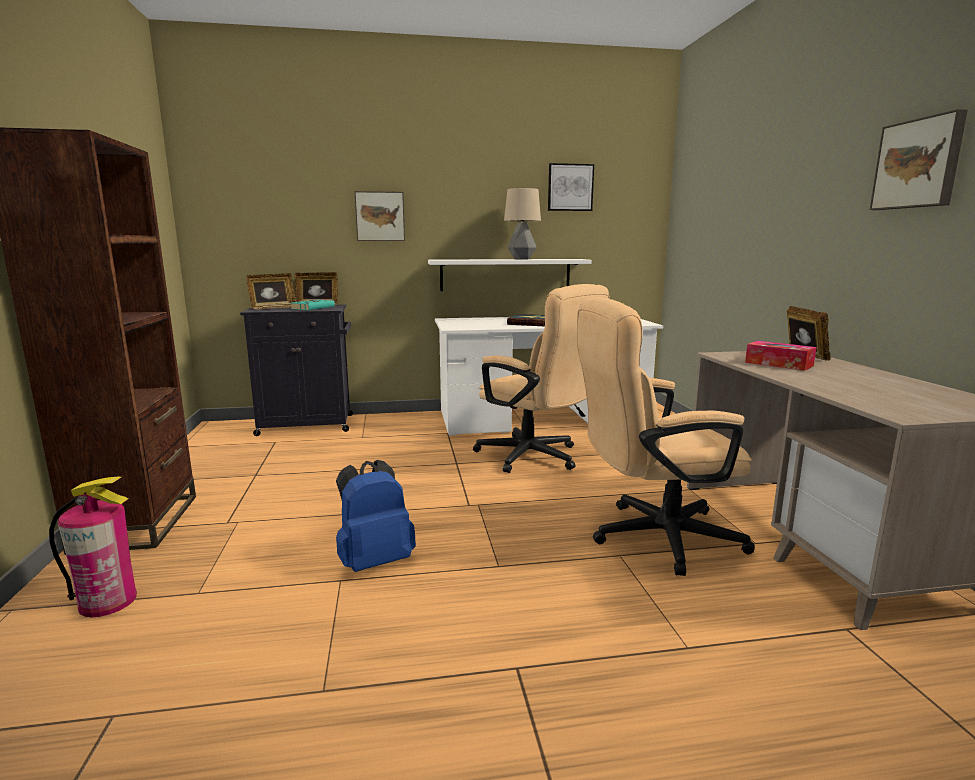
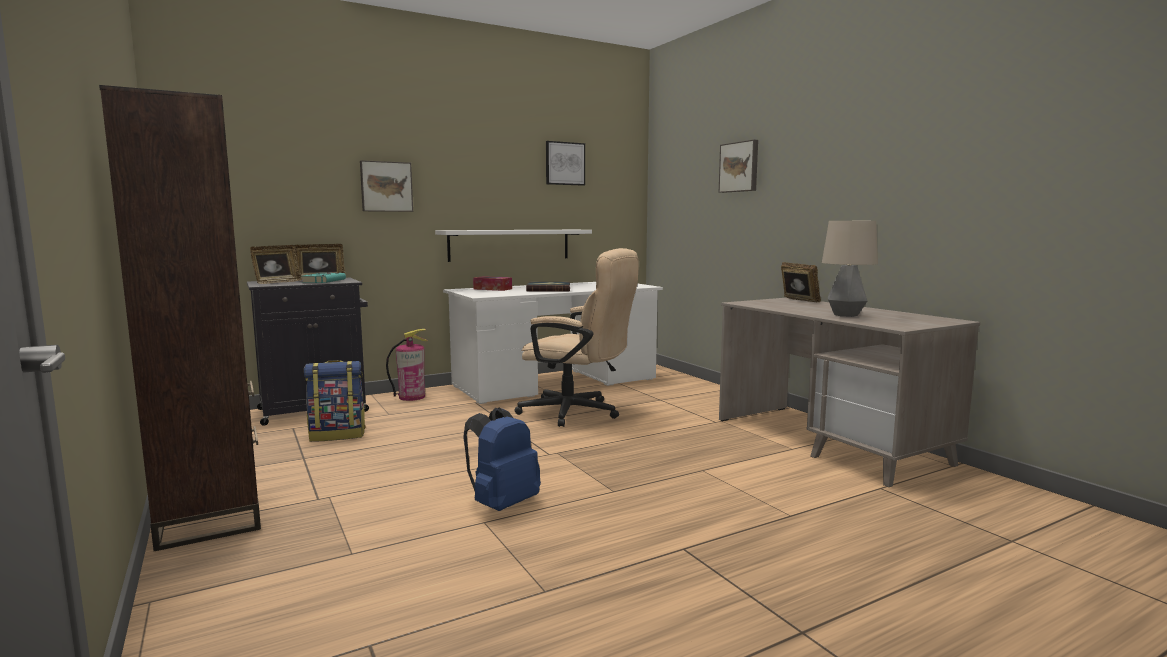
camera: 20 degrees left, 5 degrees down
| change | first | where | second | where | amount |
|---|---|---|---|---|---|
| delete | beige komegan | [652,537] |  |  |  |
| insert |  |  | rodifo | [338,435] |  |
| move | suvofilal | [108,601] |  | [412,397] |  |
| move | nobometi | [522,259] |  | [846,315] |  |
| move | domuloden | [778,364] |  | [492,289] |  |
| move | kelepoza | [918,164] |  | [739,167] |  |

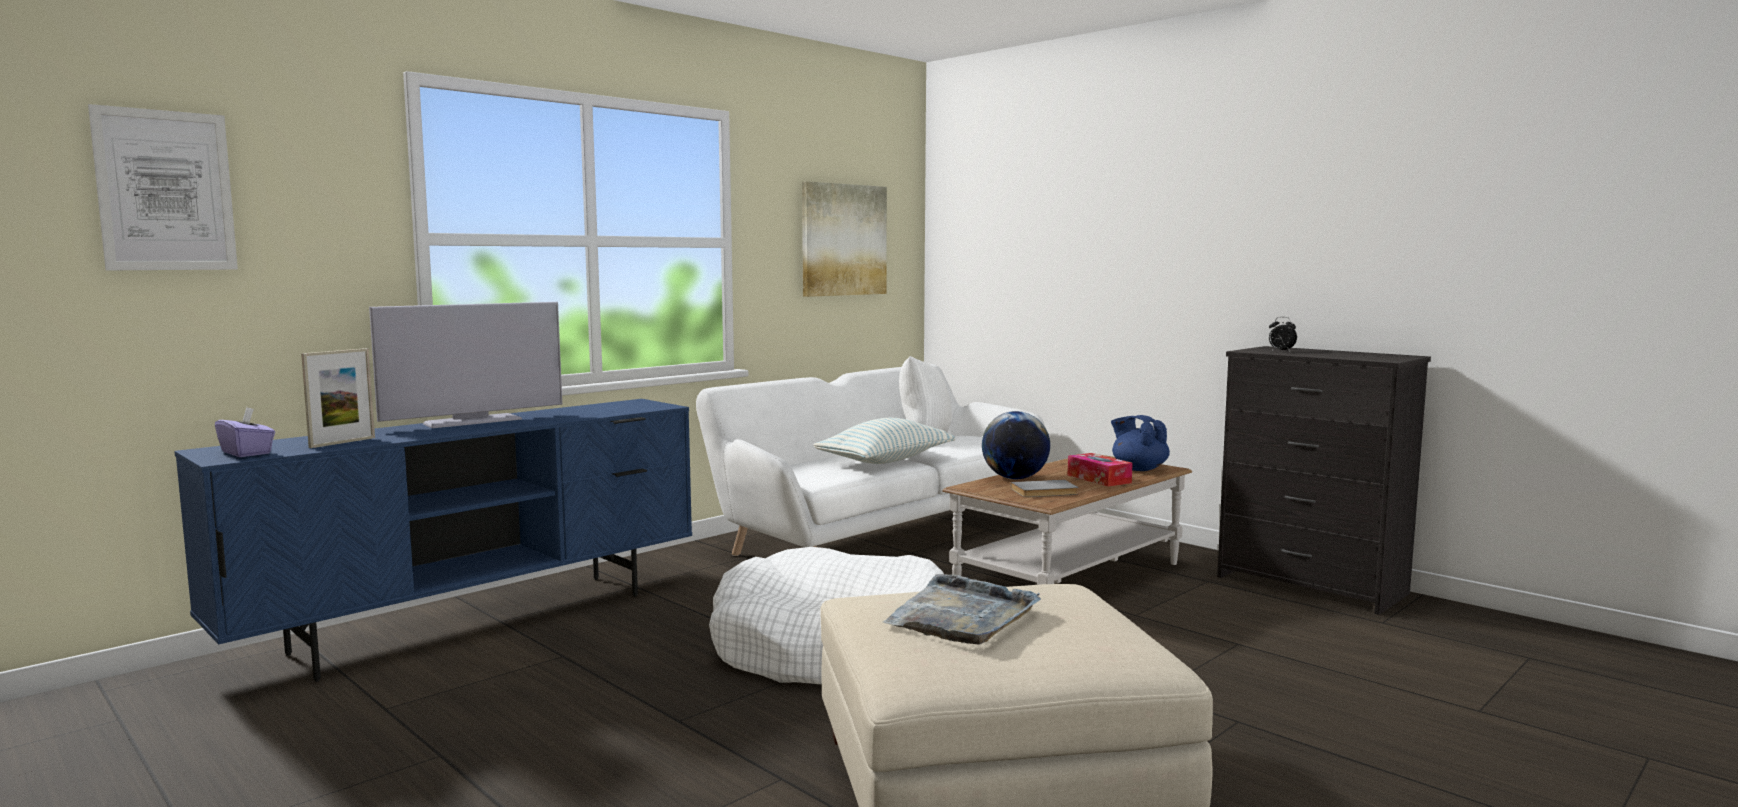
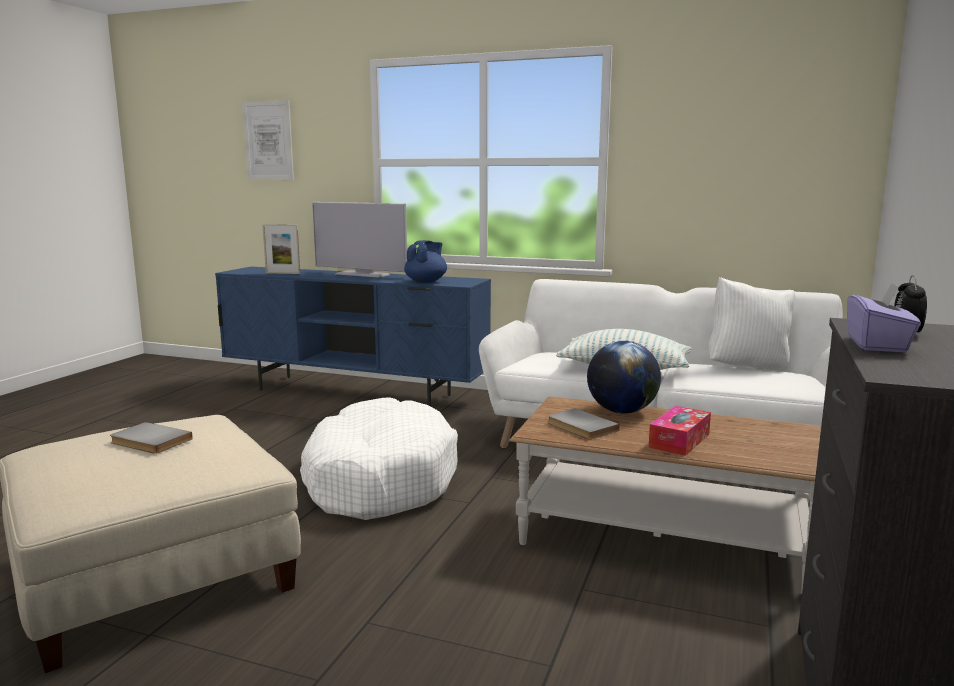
camera: 65 degrees right, 5 degrees up
| change | first | where | second | where | amount |
|---|---|---|---|---|---|
| delete | kelepoza | [843,240] |  |  |  |
| move | purple domuloden | [247,453] |  | [878,345] |  |
| move | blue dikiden | [1139,469] |  | [426,281] |  |
| replace | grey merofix | [962,616] | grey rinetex | [149,441] |  |

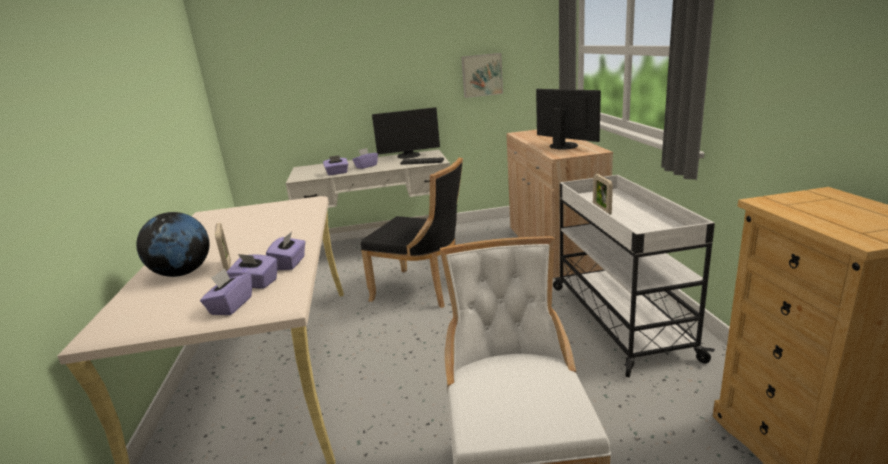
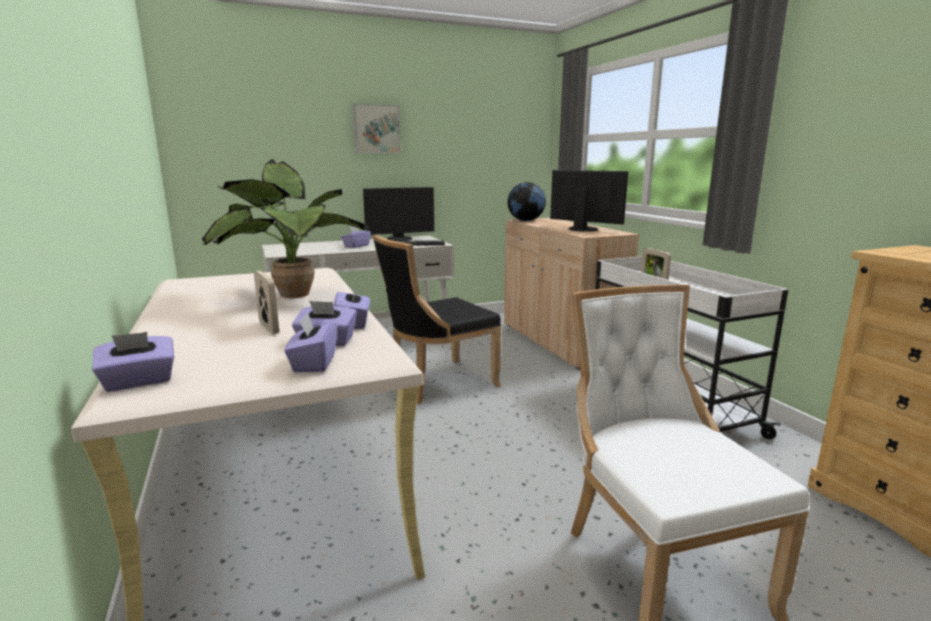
camera: 15 degrees left, 5 degrees down
| change | first | where | second | where | amount |
|---|---|---|---|---|---|
| insert |  |  | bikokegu | [291,296] |  |
| move | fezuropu | [182,273] |  | [525,221] |  |
| move | purple domuloden | [337,173] |  | [139,382] |  |
| move | kelepoza | [481,75] |  | [376,129] |  |
| rotate | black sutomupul | [423,290] |  | [437,383] | 135 degrees clockwise |

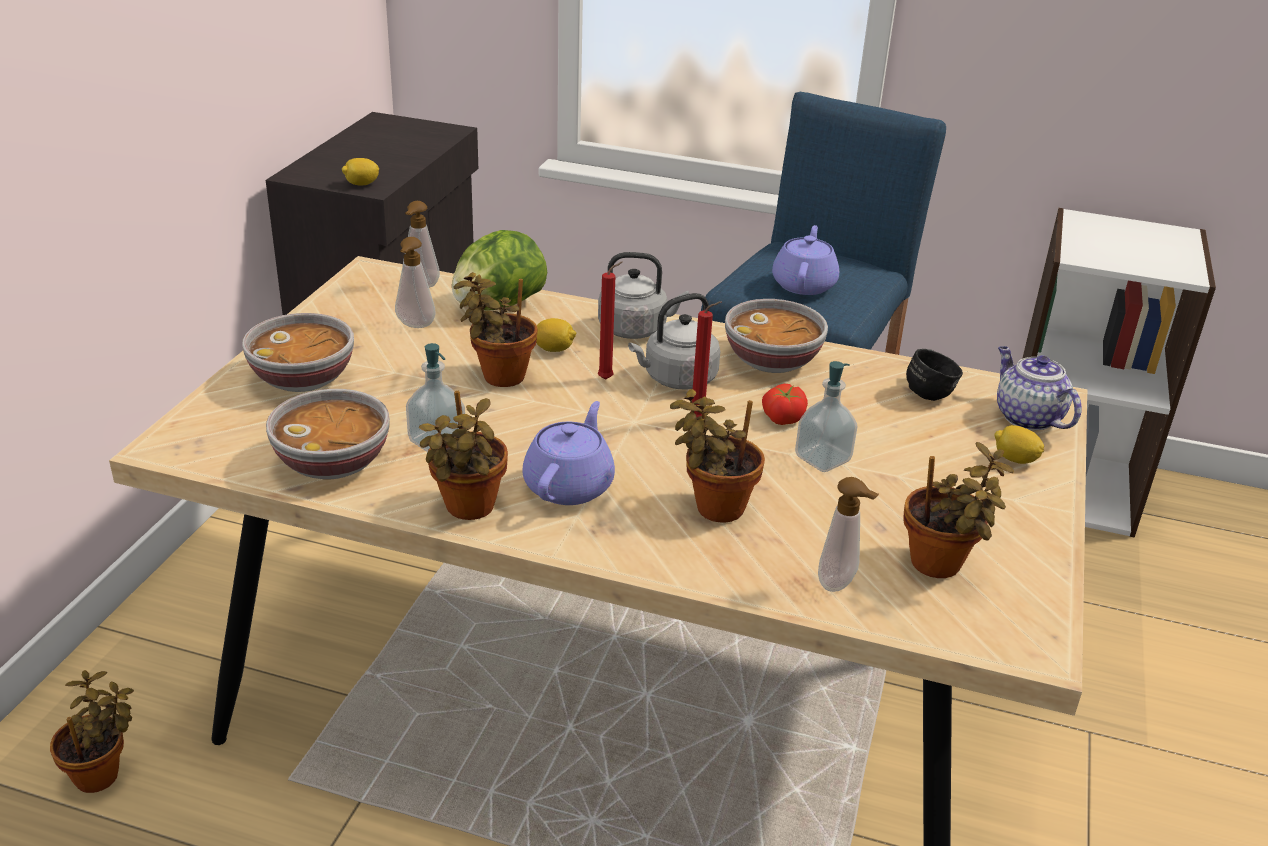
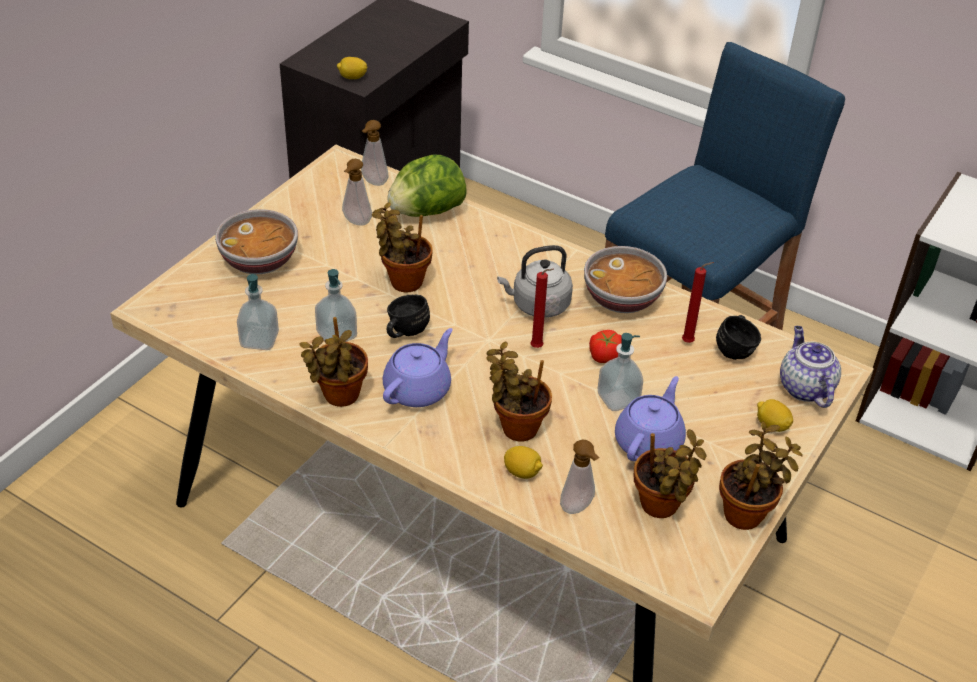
camera: 15 degrees right, 10 degrees up
| change | first | where | second | where | amount |
|---|---|---|---|---|---|
| delete | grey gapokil | [636,329] |  |  |  |
| insert |  |  | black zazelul | [404,331] |  |
| move | bikokegu | [102,774] |  | [746,513] |  |
| move | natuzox | [554,349] |  | [522,472] |  |
| move | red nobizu | [608,379] |  | [689,342] |  |
| move | purple dikiden | [804,284] |  | [649,441] |  |
| replace | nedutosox | [334,462] | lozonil | [259,340] |  |

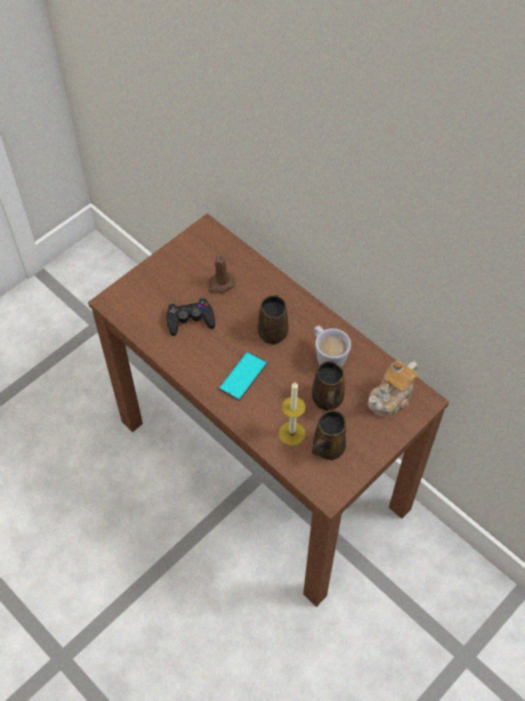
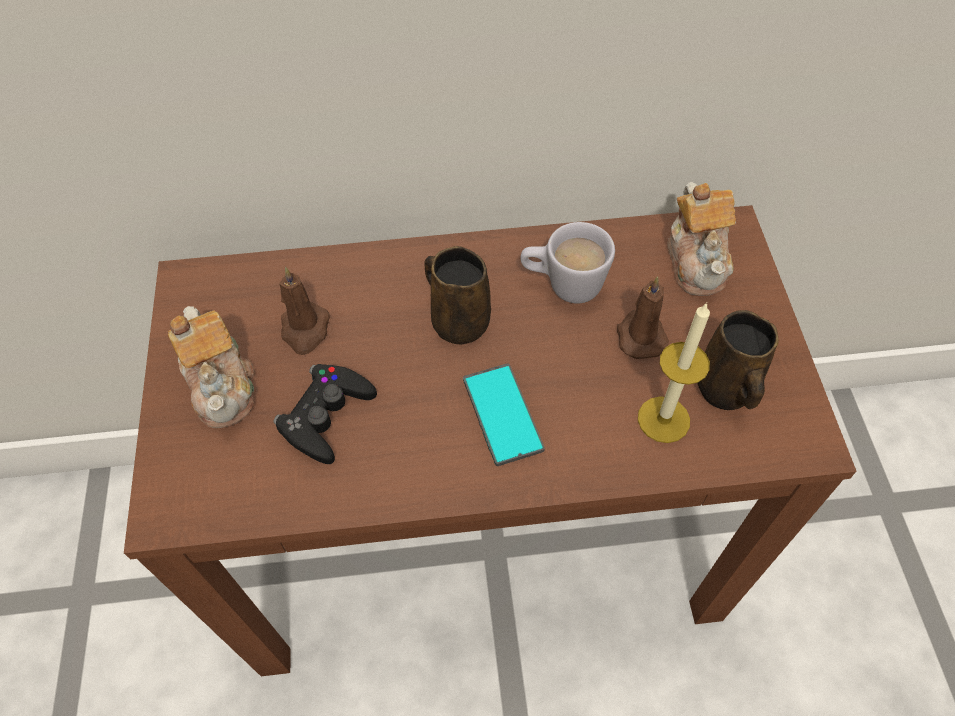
camera: 50 degrees left, 0 degrees up
| change | first | where | second | where | amount |
|---|---|---|---|---|---|
| insert |  |  | dikiden | [222,385] |  |
| replace | brown zazelul | [327,400] | brown nobizu | [640,335] |  |

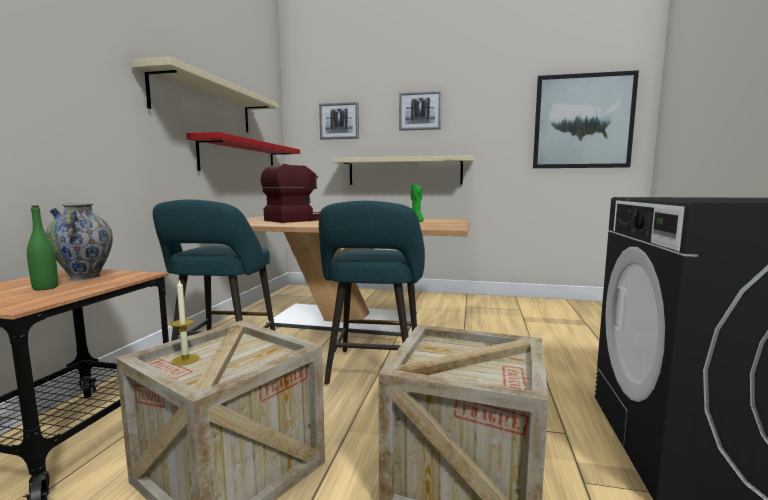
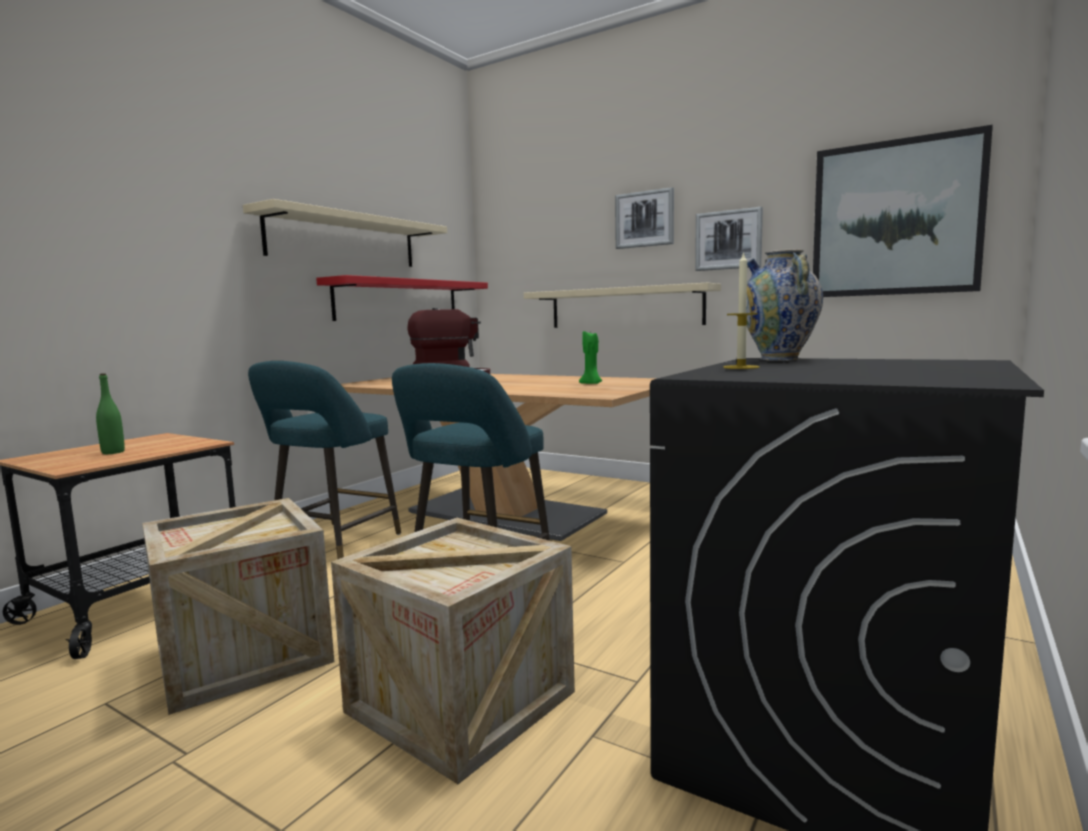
camera: 20 degrees right, 0 degrees up
| change | first | where | second | where | amount |
|---|---|---|---|---|---|
| move | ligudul | [85,277] |  | [779,359] |  |
| move | nobizu | [185,360] |  | [741,367] |  |
| move | kelepoza | [339,121] |  | [728,240] |  |

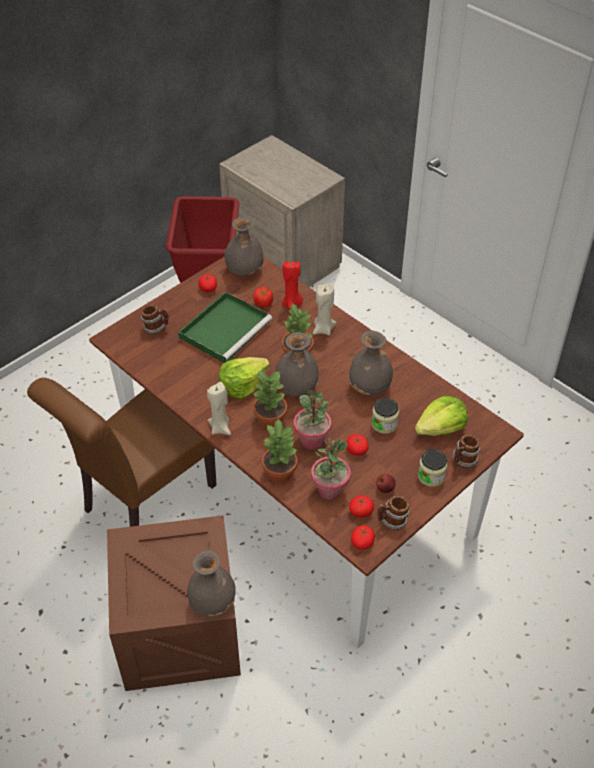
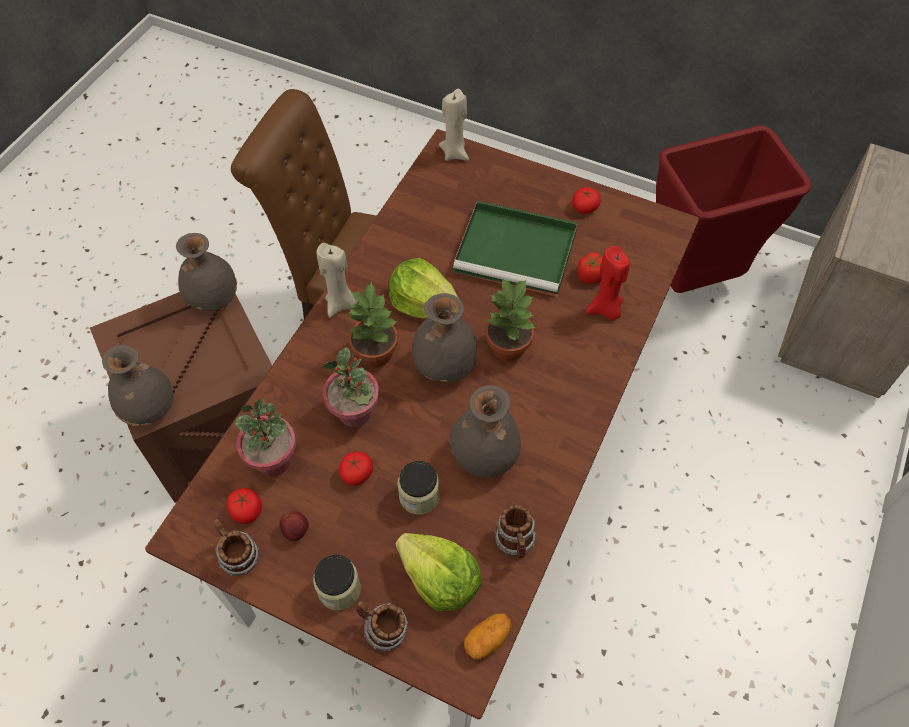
camera: 70 degrees right, 10 degrees up
| change | first | where | second | where | amount |
|---|---|---|---|---|---|
| delete | bikokegu | [280,473] |  |  |  |
| delete | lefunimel | [362,542] |  |  |  |
| insert |  |  | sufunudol | [488,639] |  |
| move | zazelul | [156,328] |  | [516,542] |  |
| move | grey ligudul | [244,271] |  | [213,298] |  |
| move | beige nobizu | [323,329] |  | [455,153] |  |

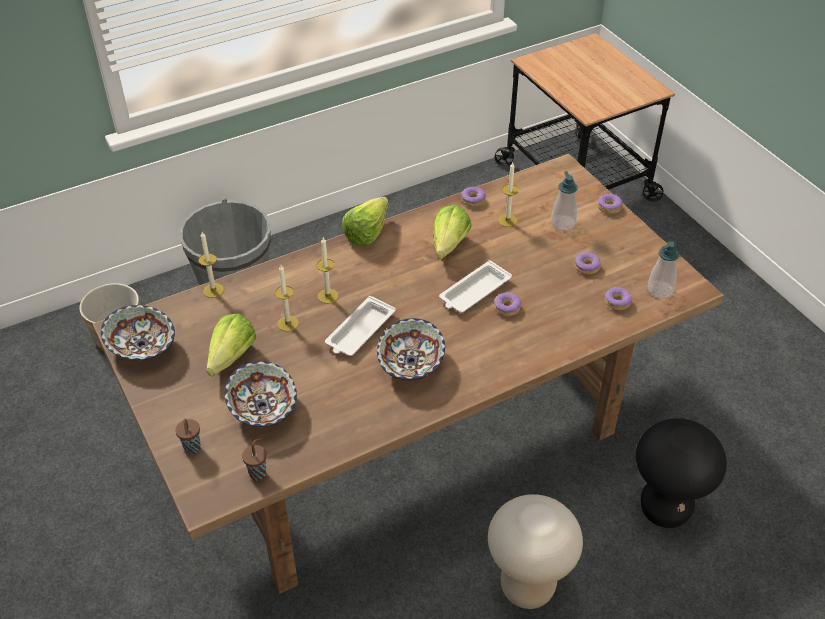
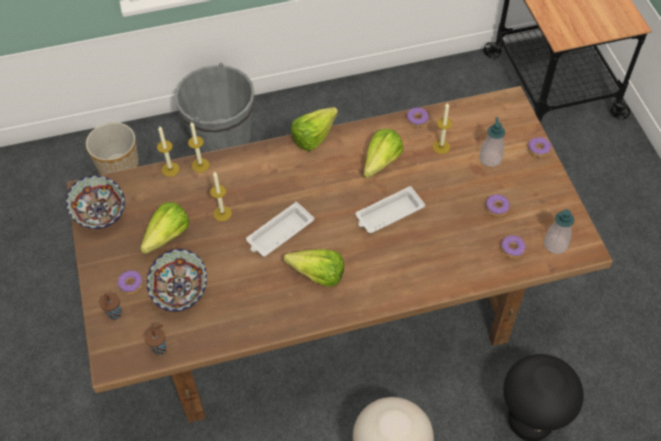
camera: 15 degrees right, 10 degrees up
| change | first | where | second | where | amount |
|---|---|---|---|---|---|
| move | nobizu | [328,296] |  | [200,165] |  |
| move | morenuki | [507,308] |  | [131,285] |  |
| replace | nedutosox | [412,363] | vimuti | [313,273] |  |

